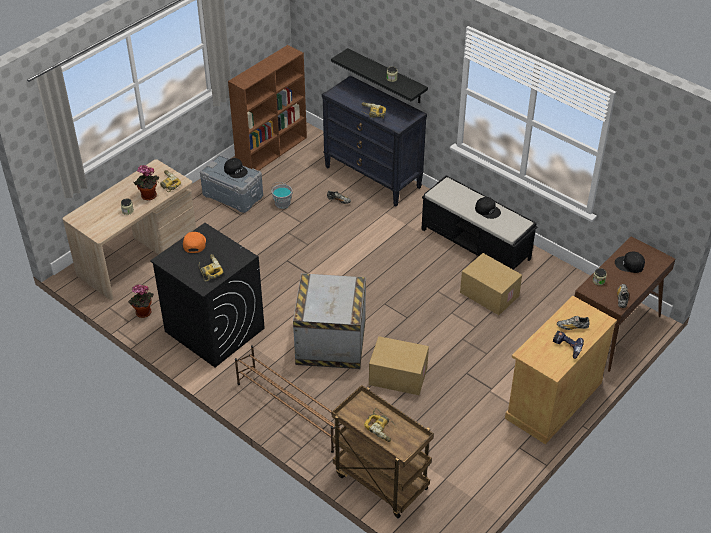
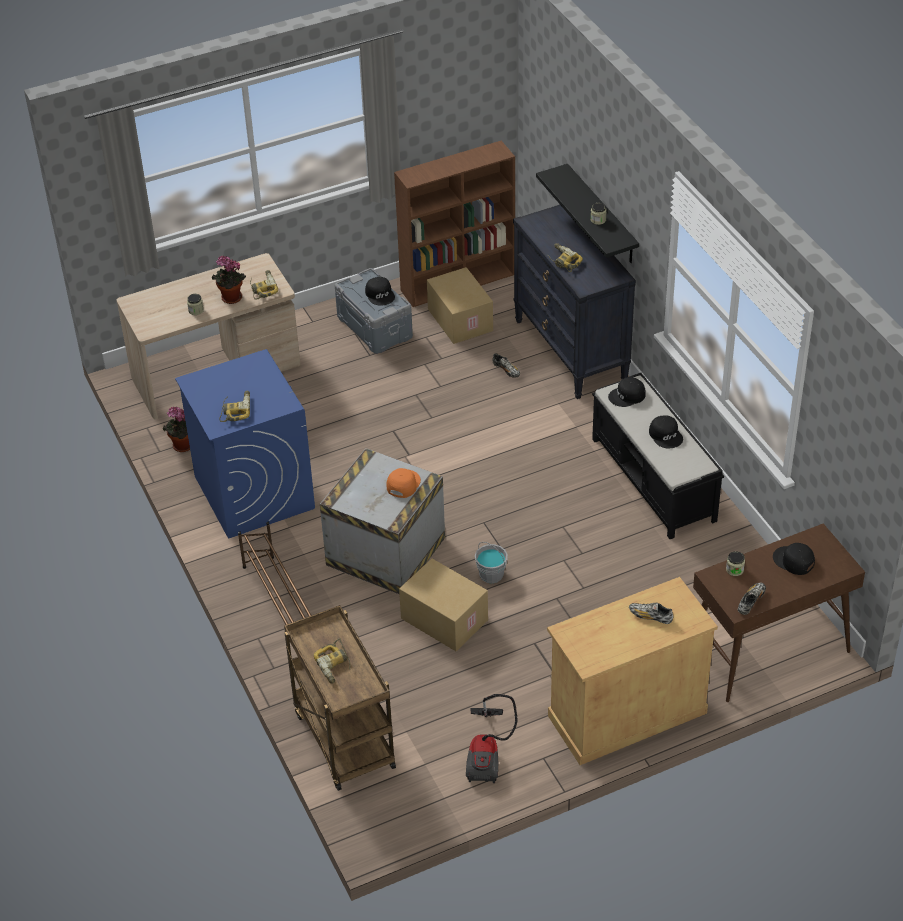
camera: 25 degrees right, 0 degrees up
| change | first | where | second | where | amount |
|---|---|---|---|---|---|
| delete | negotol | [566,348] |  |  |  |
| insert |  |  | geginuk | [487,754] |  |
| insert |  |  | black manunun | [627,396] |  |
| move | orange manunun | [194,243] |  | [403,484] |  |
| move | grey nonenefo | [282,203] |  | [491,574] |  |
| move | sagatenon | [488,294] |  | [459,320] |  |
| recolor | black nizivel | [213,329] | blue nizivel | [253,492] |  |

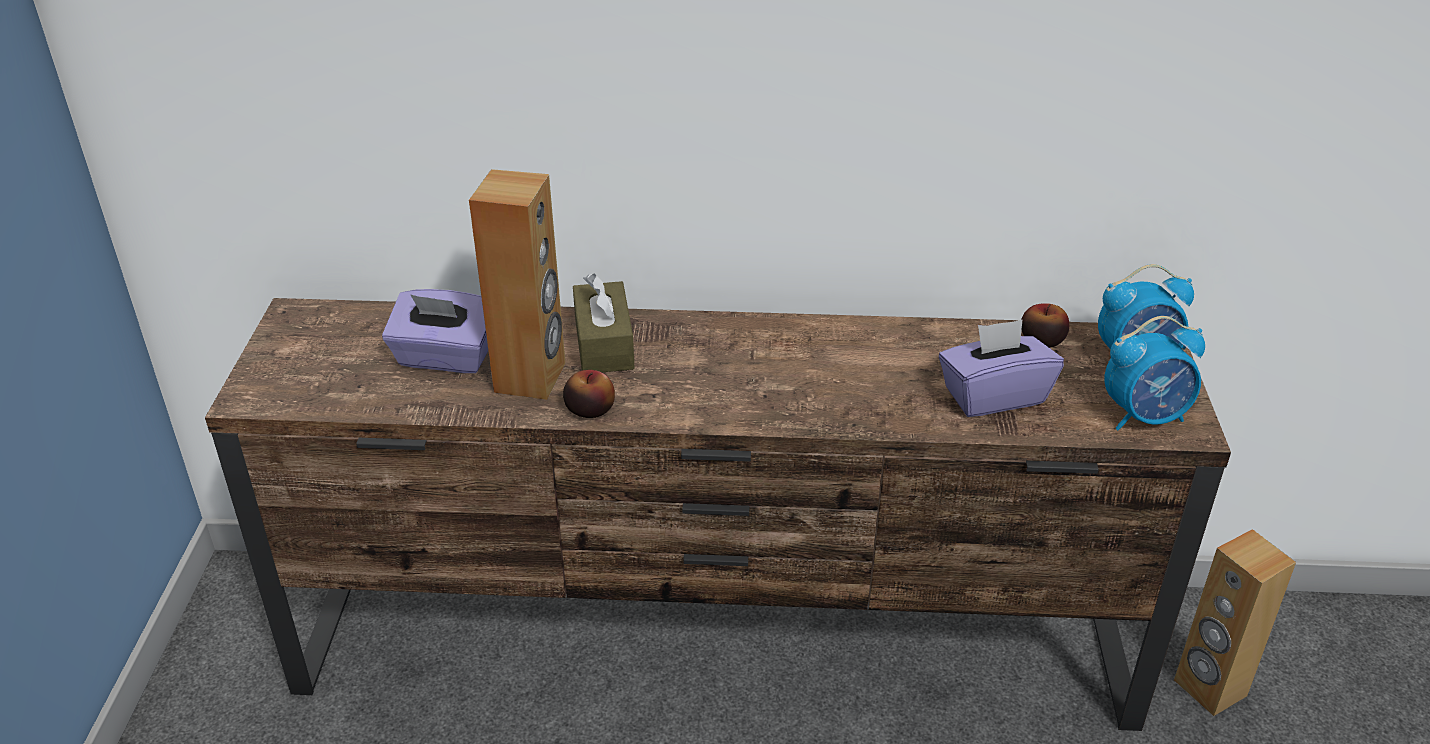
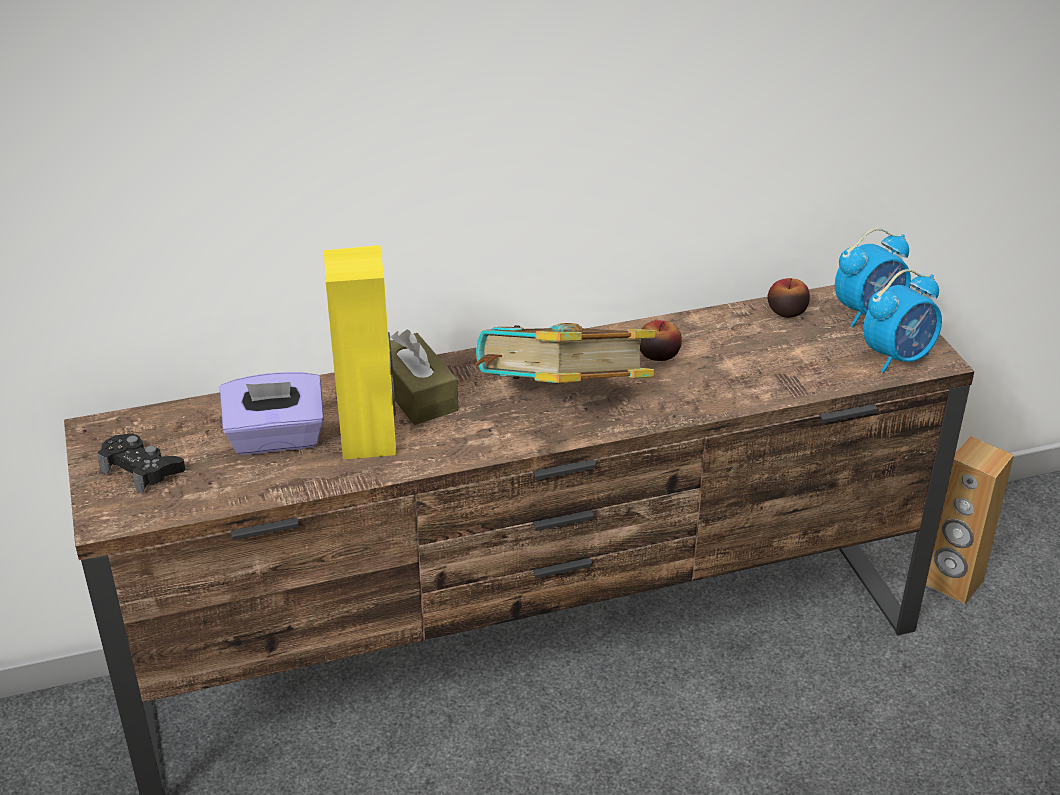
camera: 20 degrees left, 0 degrees up
| change | first | where | second | where | amount |
|---|---|---|---|---|---|
| delete | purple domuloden | [993,395] |  |  |  |
| insert |  |  | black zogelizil | [142,469] |  |
| insert |  |  | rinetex | [563,403] |  |
| move | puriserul | [590,409] |  | [658,354] |  |
| recolor | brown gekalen | [531,378] | yellow gekalen | [369,439] |  |

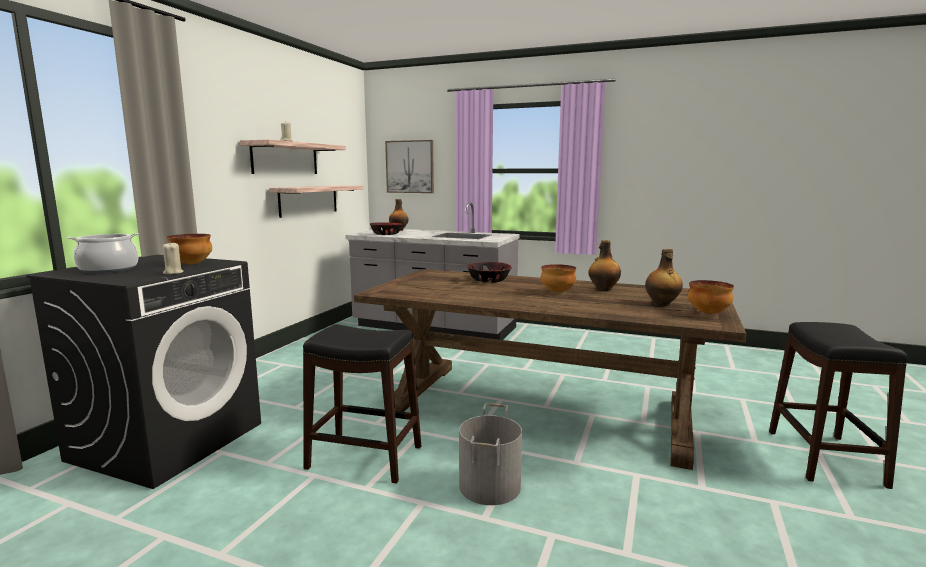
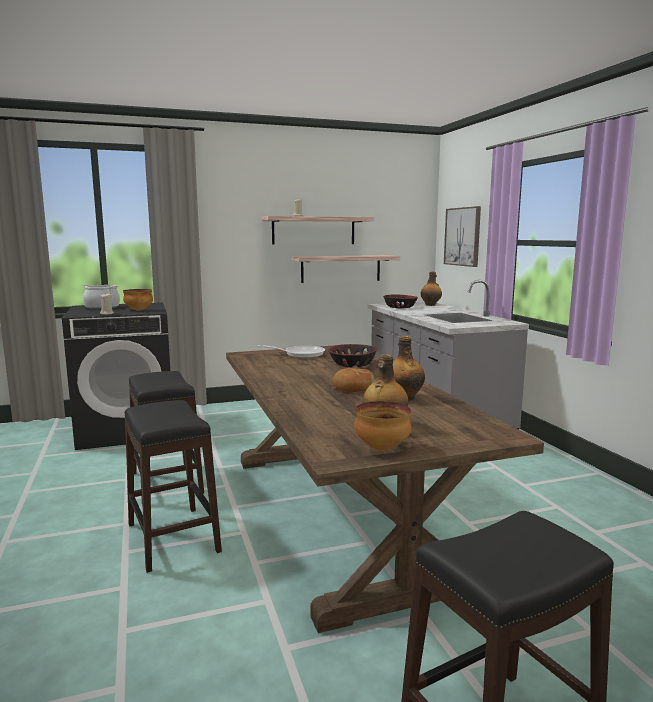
camera: 50 degrees right, 0 degrees up
| change | first | where | second | where | amount |
|---|---|---|---|---|---|
| insert |  |  | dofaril | [300,354] |  |
| replace | grey nonenefo | [488,486] | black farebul | [172,538] |  |
| replace | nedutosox | [557,292] | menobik | [353,387] |  |

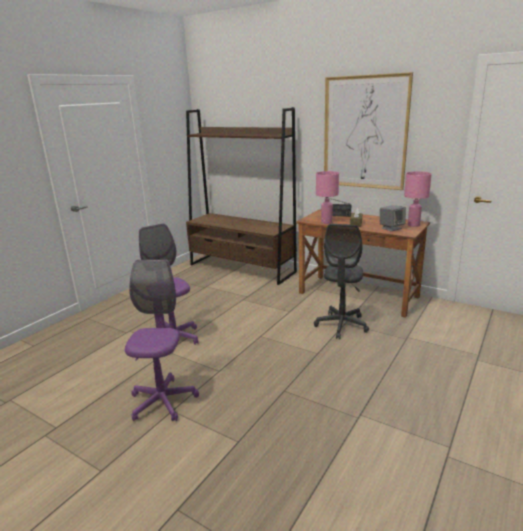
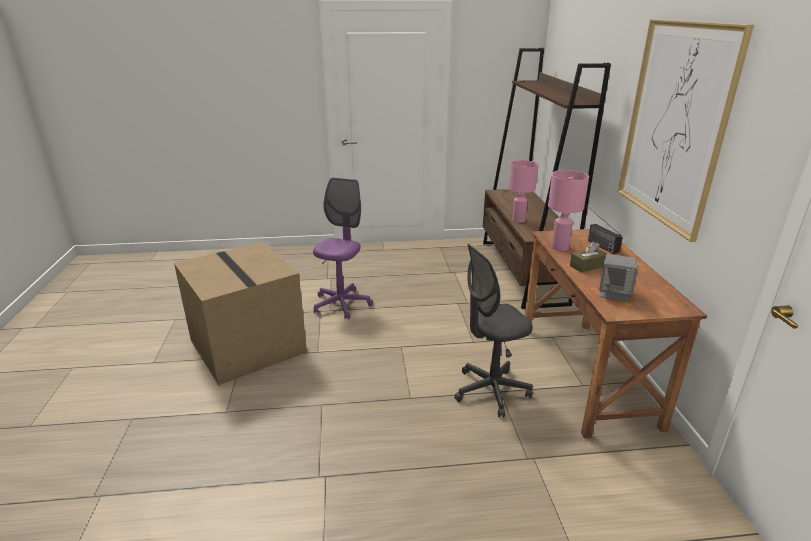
camera: 50 degrees right, 5 degrees up
| change | first | where | second | where | amount |
|---|---|---|---|---|---|
| move | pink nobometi | [413,225] |  | [518,220] |  |
| replace | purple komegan | [163,401] | sagatenon | [249,346] |  |

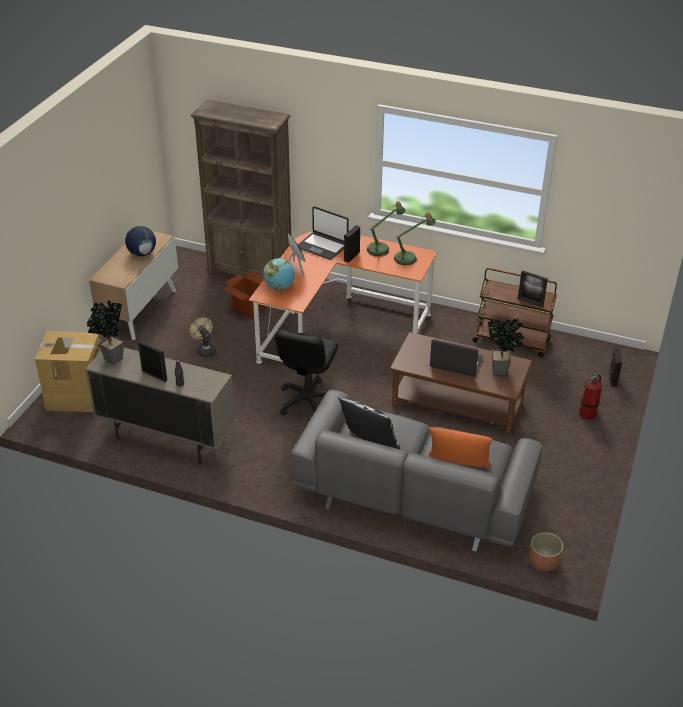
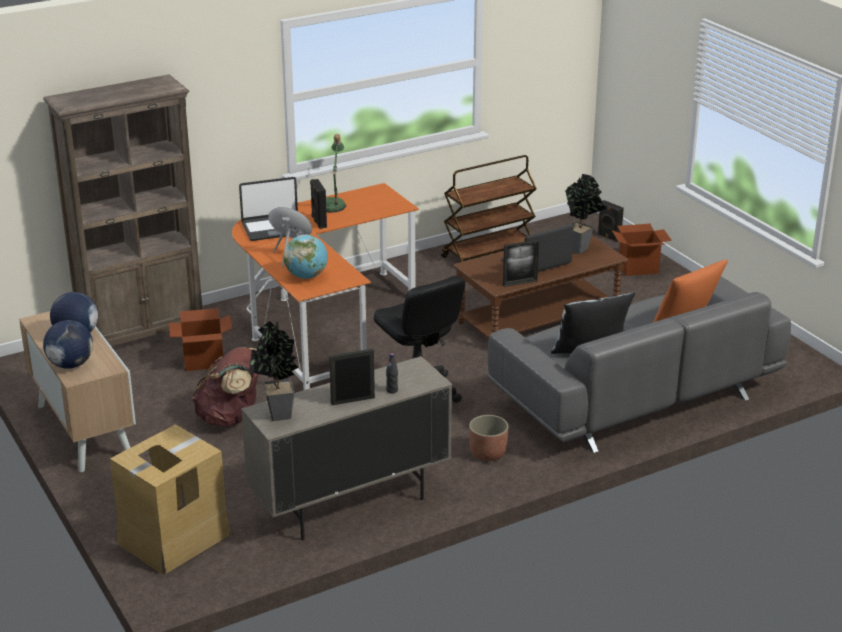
camera: 50 degrees left, 10 degrees down
| change | first | where | second | where | amount |
|---|---|---|---|---|---|
| delete | nobometi | [409,258] |  |  |  |
| insert |  |  | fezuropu | [70,365] |  |
| move | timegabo | [530,302] |  | [520,283] |  |
| move | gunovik | [543,562] |  | [487,454] |  |
| replace | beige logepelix | [205,350] | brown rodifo | [231,417] |  |
| replace | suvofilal | [587,414] | sagatenon | [638,268] |  |

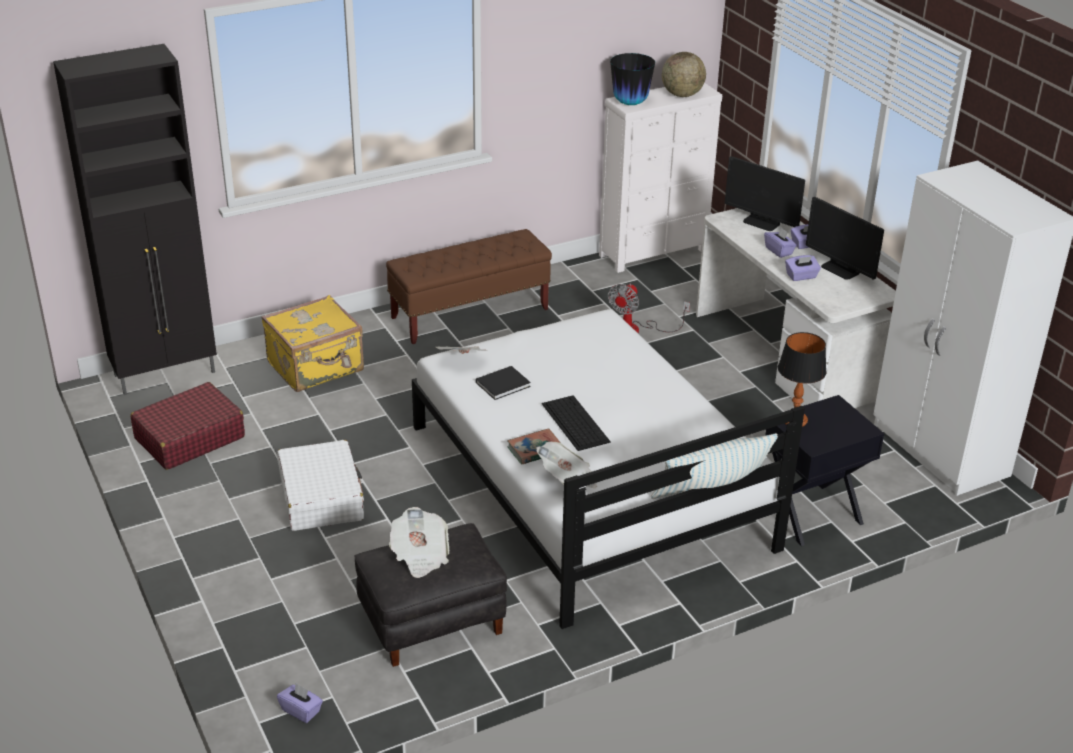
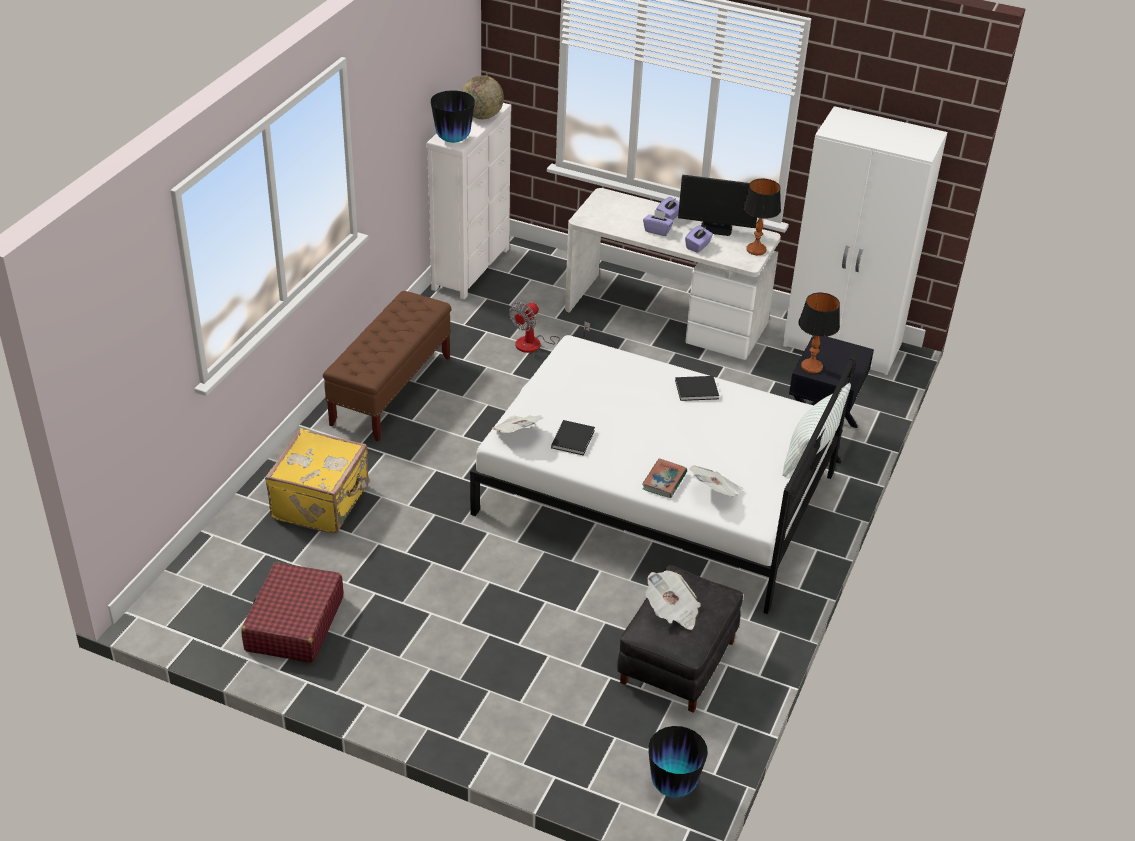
camera: 40 degrees left, 5 degrees up
| change | first | where | second | where | amount |
|---|---|---|---|---|---|
| delete | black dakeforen | [166,373] |  |  |  |
| delete | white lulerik | [321,497] |  |  |  |
| delete | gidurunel | [574,422] |  |  |  |
| delete | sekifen | [761,222] |  |  |  |
| insert |  |  | black rinetex | [698,390] |  |
| insert |  |  | nobometi | [756,250] |  |
| replace | purple domuloden | [301,710] | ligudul | [673,786] |  |
| rotate | logepelix | [636,330] |  | [538,345] | 45 degrees clockwise |

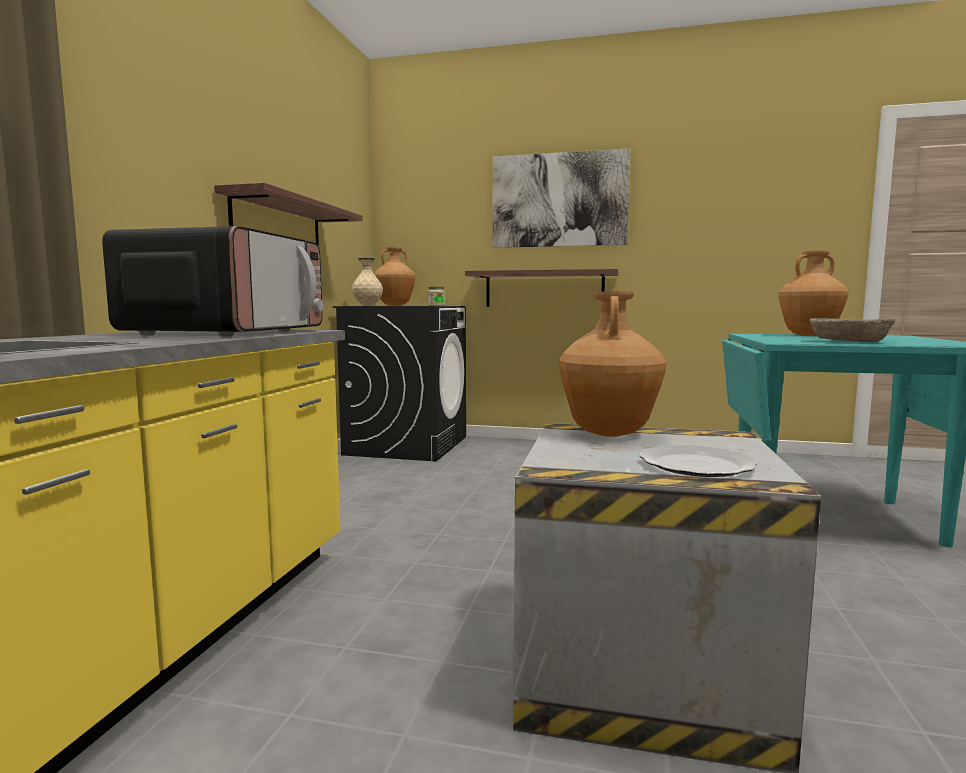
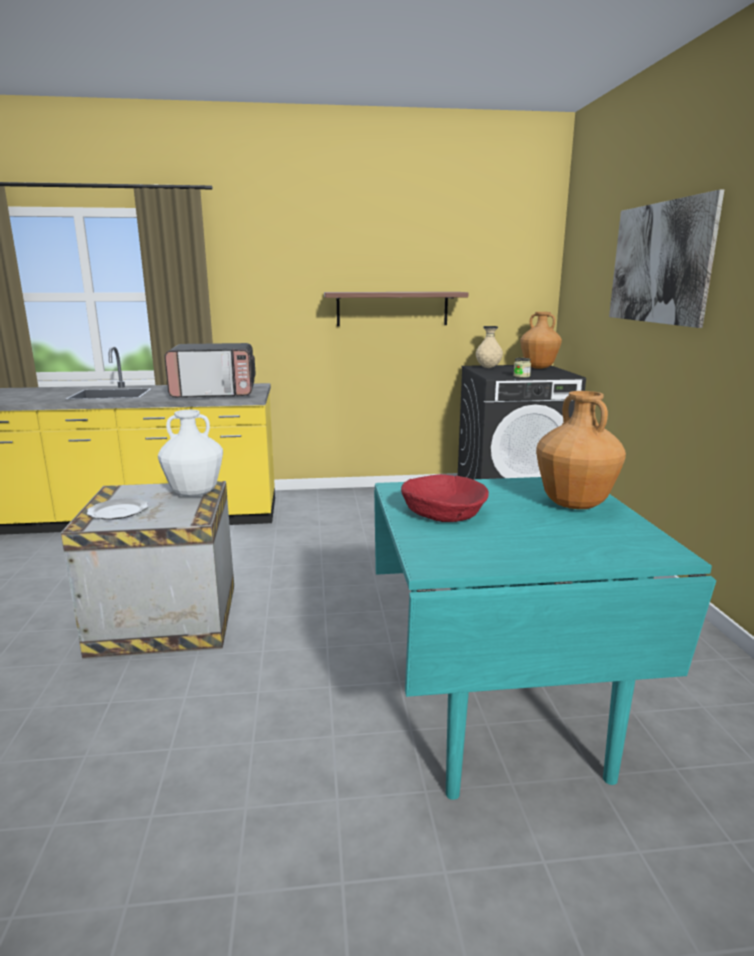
camera: 70 degrees right, 10 degrees up
| change | first | where | second | where | amount |
|---|---|---|---|---|---|
| delete | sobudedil | [544,289] |  |  |  |
| recolor | brown ligudul | [609,433] | white ligudul | [194,494] |  |
| recolor | beige nedutosox | [848,341] | red nedutosox | [443,512] |  |

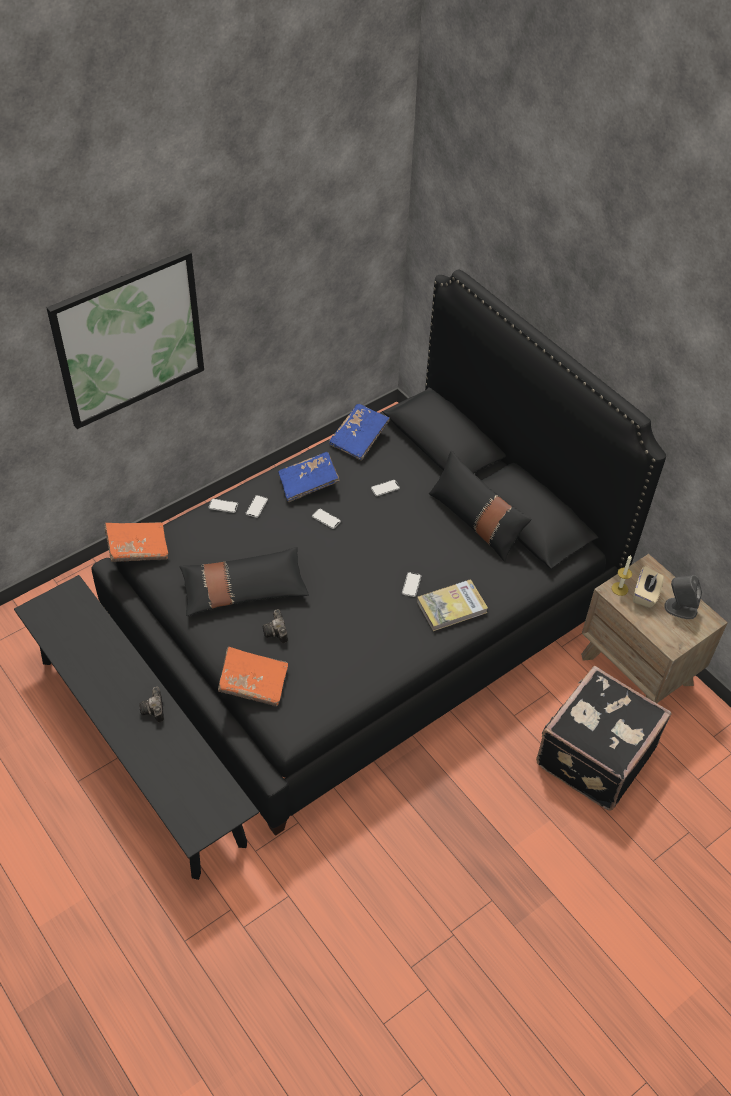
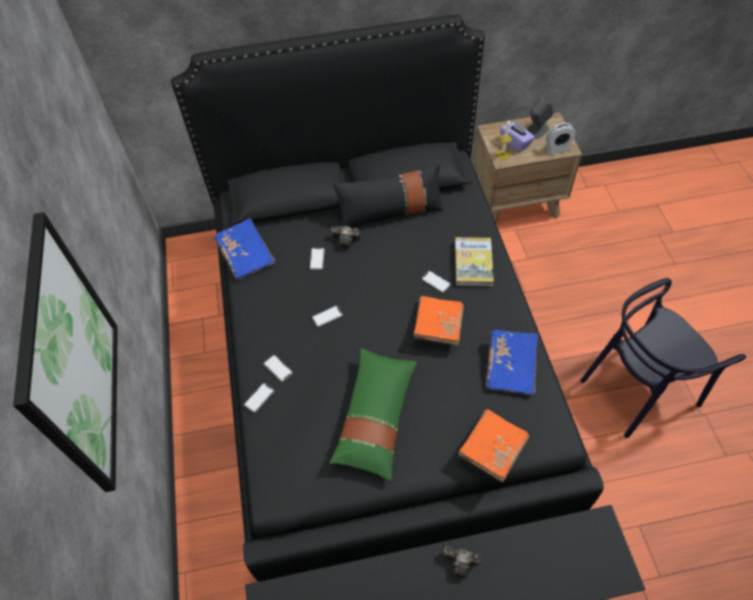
camera: 60 degrees left, 5 degrees up
| change | first | where | second | where | amount |
|---|---|---|---|---|---|
| delete | black lulerik | [593,755] |  |  |  |
| insert |  |  | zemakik | [557,149] |  |
| insert |  |  | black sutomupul | [638,388] |  |
| move | orange rinetex | [137,548] |  | [438,326] |  |
| move | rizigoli | [276,633] |  | [347,241] |  |
| move | blue rinetex | [308,483] |  | [510,367] |  |
| recolor | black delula | [244,589] | green delula | [375,417] |  |
| recolor | beige domuloden | [645,595] | purple domuloden | [515,143] |  |

